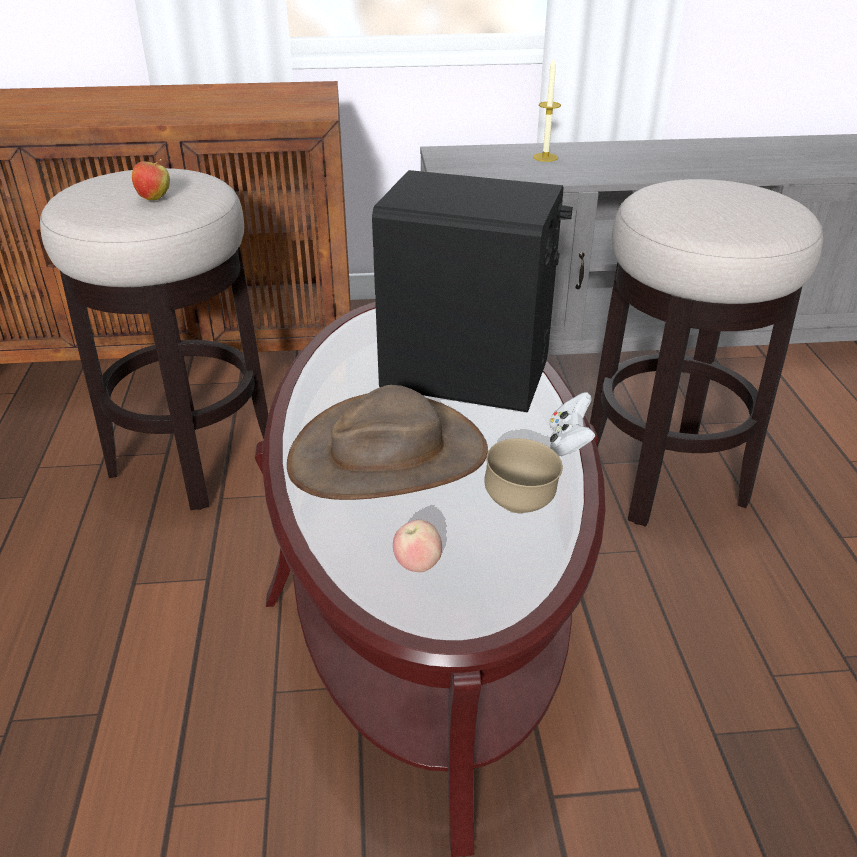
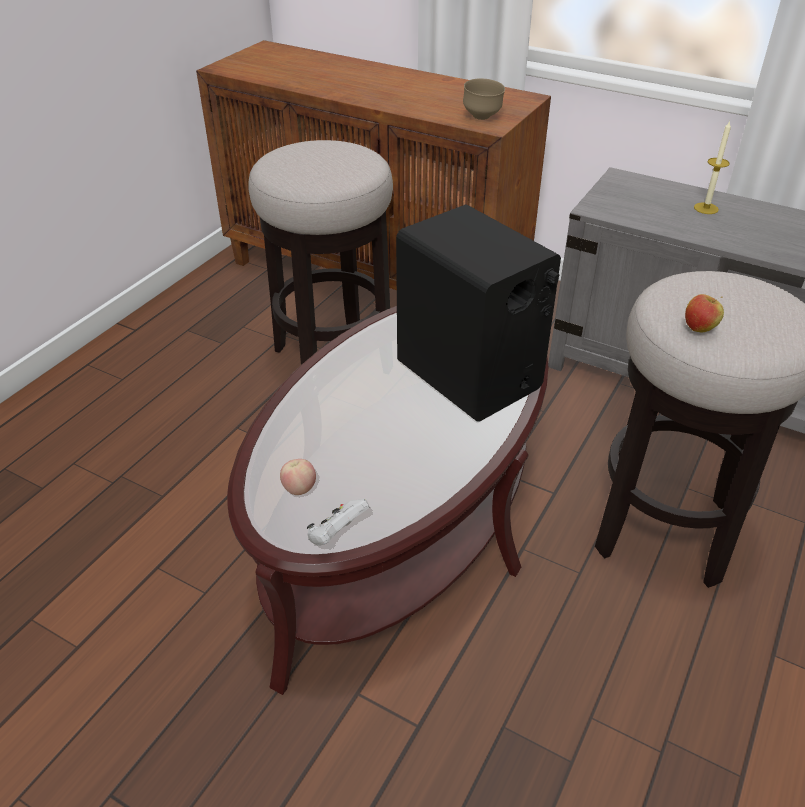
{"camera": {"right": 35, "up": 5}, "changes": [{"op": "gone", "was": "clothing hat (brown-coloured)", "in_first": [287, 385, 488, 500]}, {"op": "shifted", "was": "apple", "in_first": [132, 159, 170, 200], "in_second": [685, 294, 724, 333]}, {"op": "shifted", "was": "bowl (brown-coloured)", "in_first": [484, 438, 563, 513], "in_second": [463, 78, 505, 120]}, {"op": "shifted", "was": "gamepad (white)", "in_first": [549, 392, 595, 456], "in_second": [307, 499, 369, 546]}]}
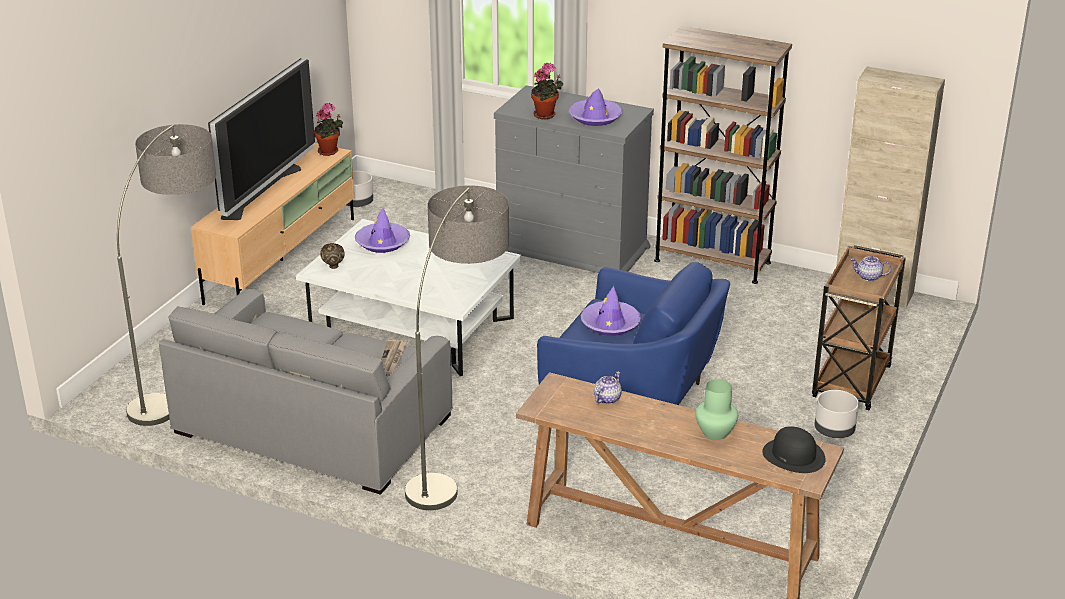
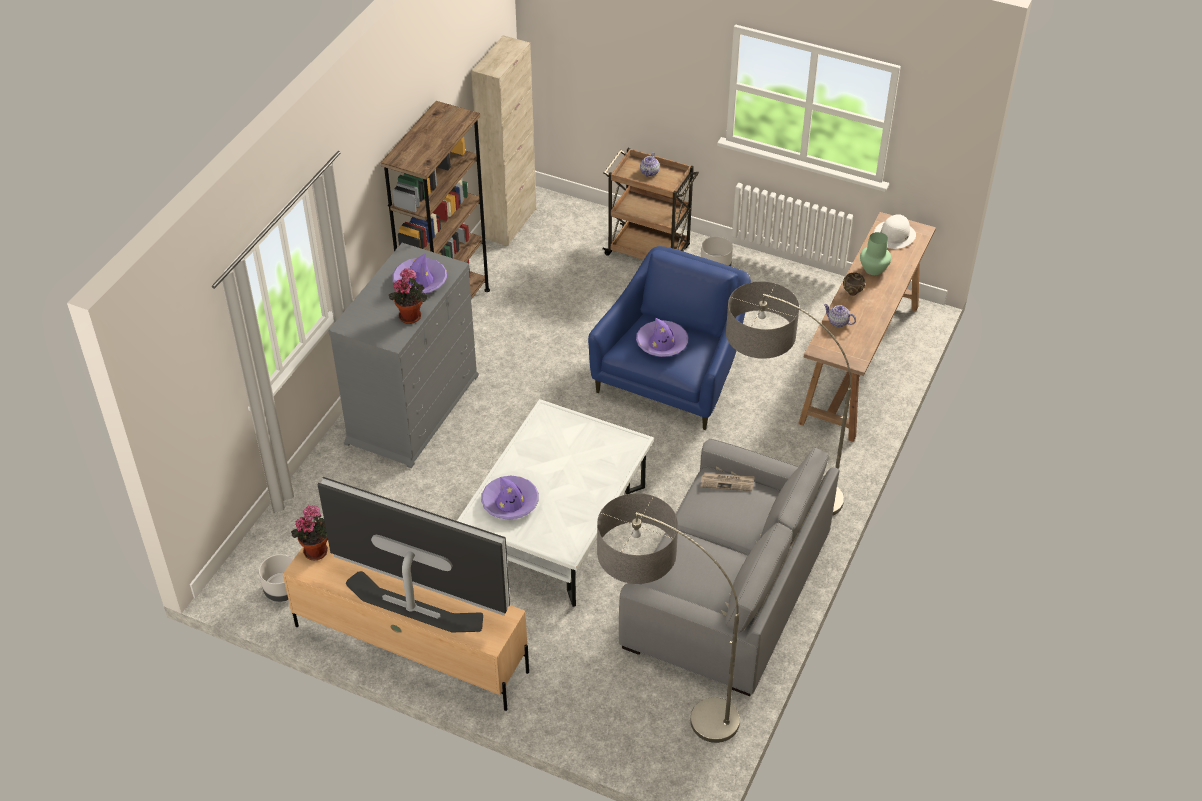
{"camera": {"right": -90, "up": 15}, "changes": [{"op": "shifted", "was": "bowl (brown-coloured)", "in_first": [320, 243, 345, 269], "in_second": [843, 272, 865, 296]}, {"op": "repainted", "was": "clothing hat (black-coloured)", "now": "clothing hat (white)", "in_first": [762, 426, 825, 473], "in_second": [874, 214, 916, 249]}]}
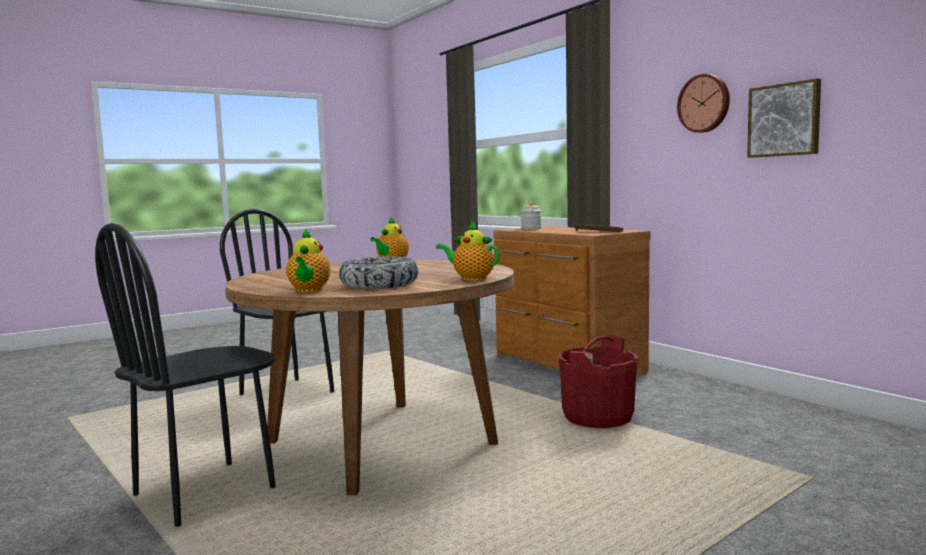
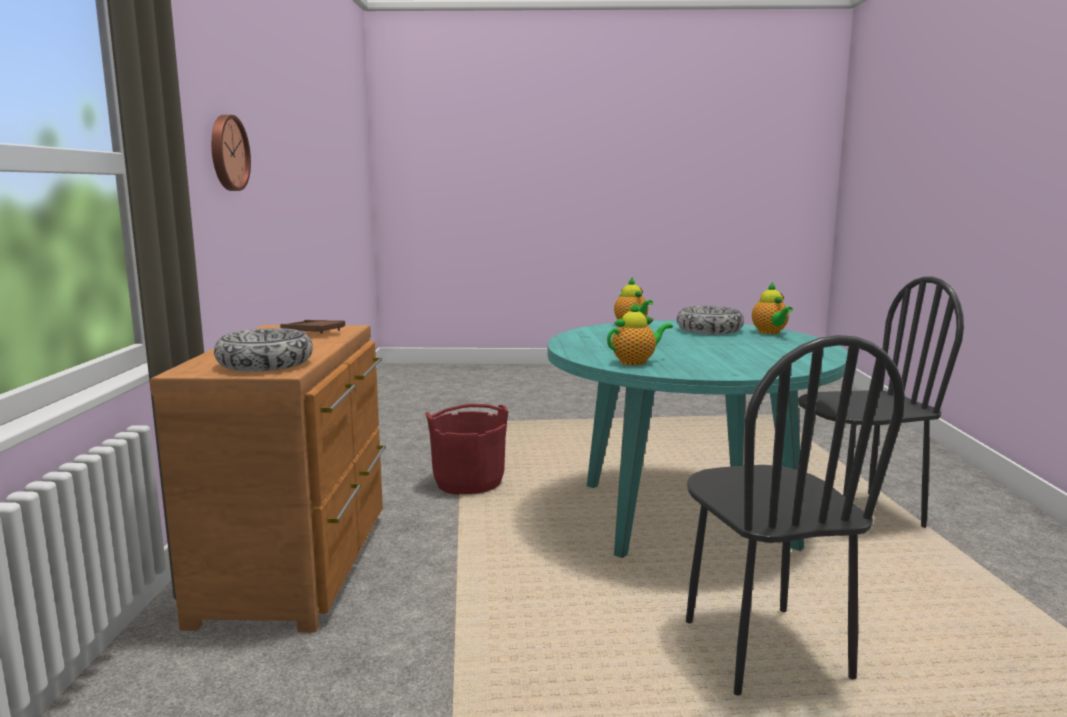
{"camera": {"right": -145, "up": 5}, "changes": [{"op": "gone", "was": "picture", "in_first": [747, 78, 821, 158]}, {"op": "swapped", "was": "jar", "now": "bowl", "in_first": [521, 202, 541, 230], "in_second": [214, 328, 313, 371]}, {"op": "repainted", "was": "dining table (brown-coloured)", "now": "dining table (turquoise-coloured)", "in_first": [225, 259, 514, 495], "in_second": [548, 320, 848, 558]}, {"op": "rotated", "was": "teapot", "in_first": [286, 228, 330, 292], "in_second": [752, 282, 793, 334], "clockwise": 135}]}
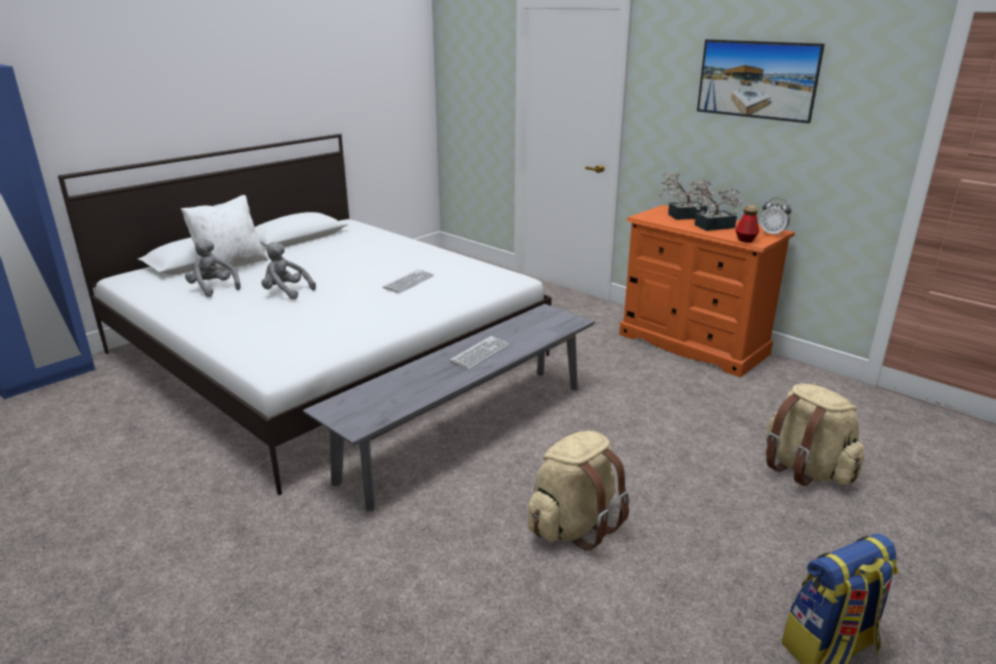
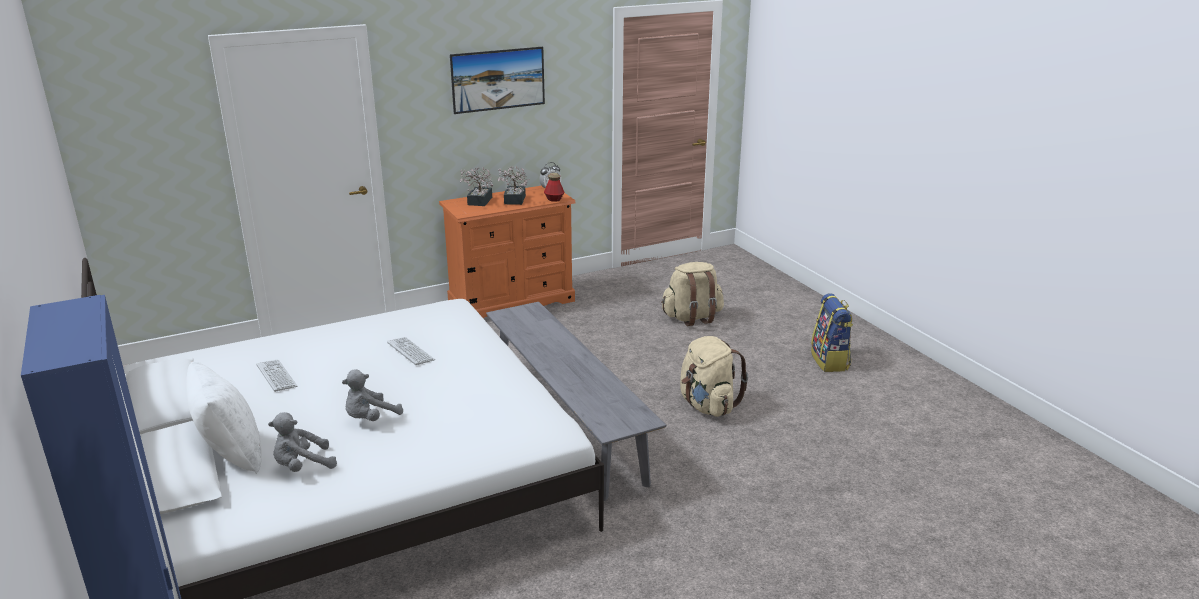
{"camera": {"right": -70, "up": 0}, "changes": [{"op": "shifted", "was": "keyboard", "in_first": [450, 336, 509, 370], "in_second": [256, 360, 297, 392]}]}
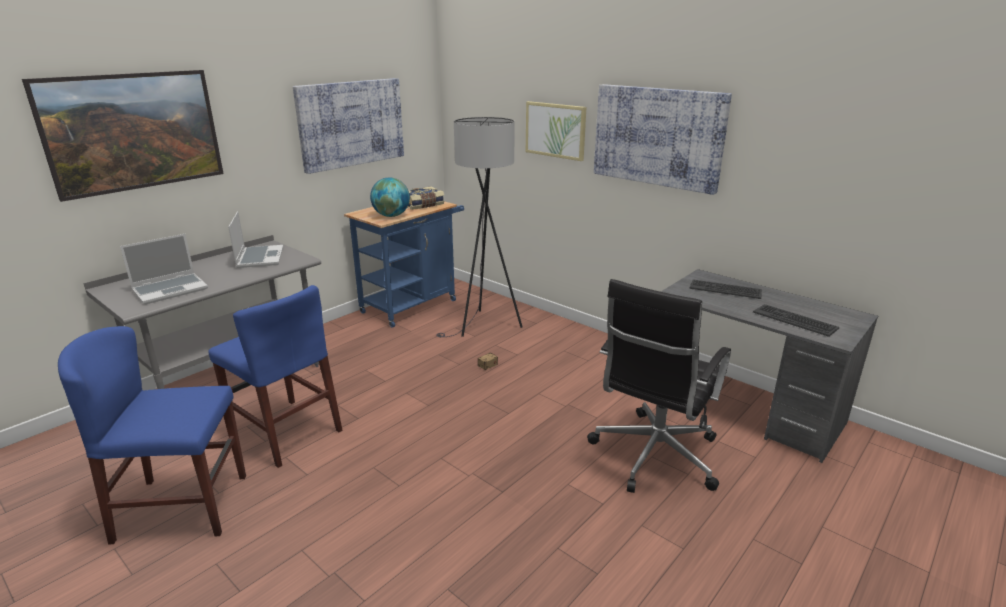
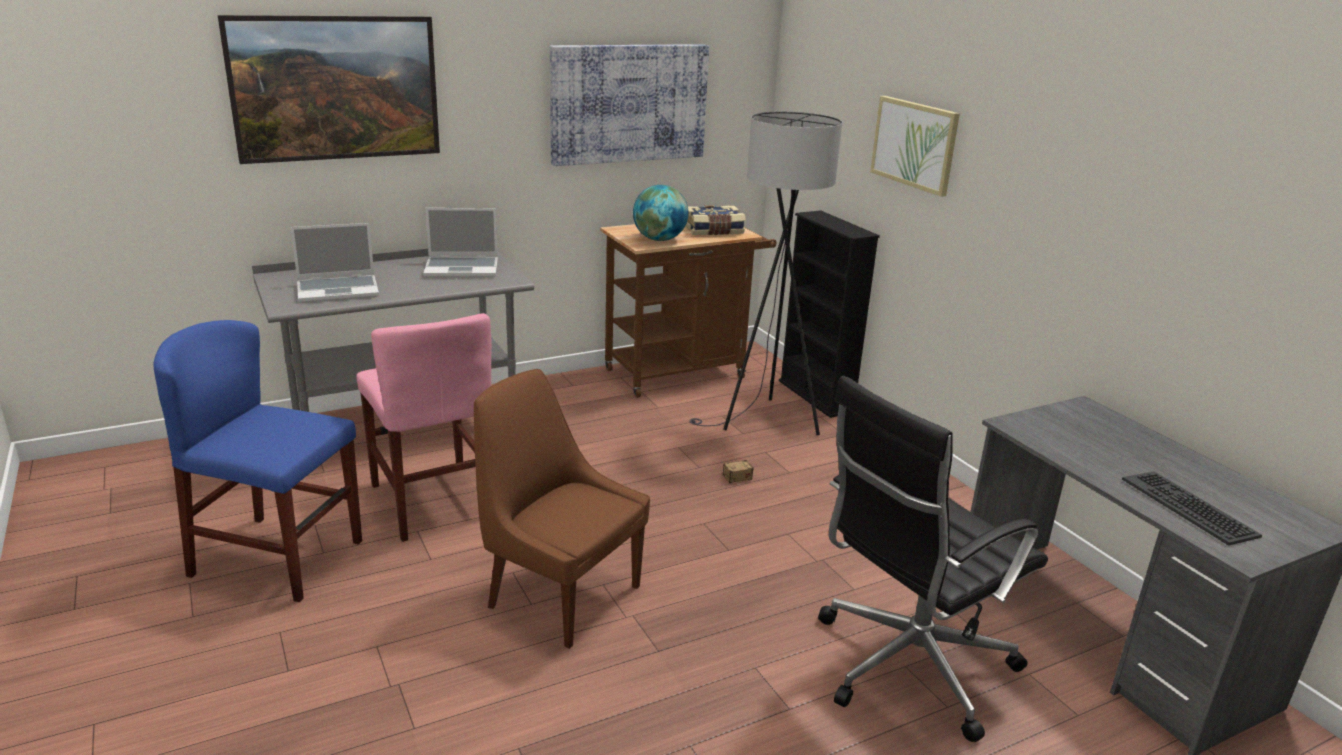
{"camera": {"right": 20, "up": 0}, "changes": [{"op": "gone", "was": "picture", "in_first": [594, 84, 732, 195]}, {"op": "gone", "was": "keyboard", "in_first": [689, 280, 762, 299]}, {"op": "new", "now": "upright chair (brown-coloured)", "in_second": [474, 369, 650, 649]}, {"op": "new", "now": "bookcase (black-coloured)", "in_second": [779, 210, 880, 418]}, {"op": "repainted", "was": "upright chair (bluish)", "now": "upright chair (pink)", "in_first": [208, 285, 342, 468], "in_second": [356, 313, 492, 542]}, {"op": "repainted", "was": "trolley (bluish)", "now": "trolley (brown-coloured)", "in_first": [344, 201, 464, 328], "in_second": [600, 224, 776, 398]}, {"op": "rotated", "was": "notebook computer", "in_first": [228, 211, 283, 268], "in_second": [423, 208, 498, 277], "clockwise": 75}]}
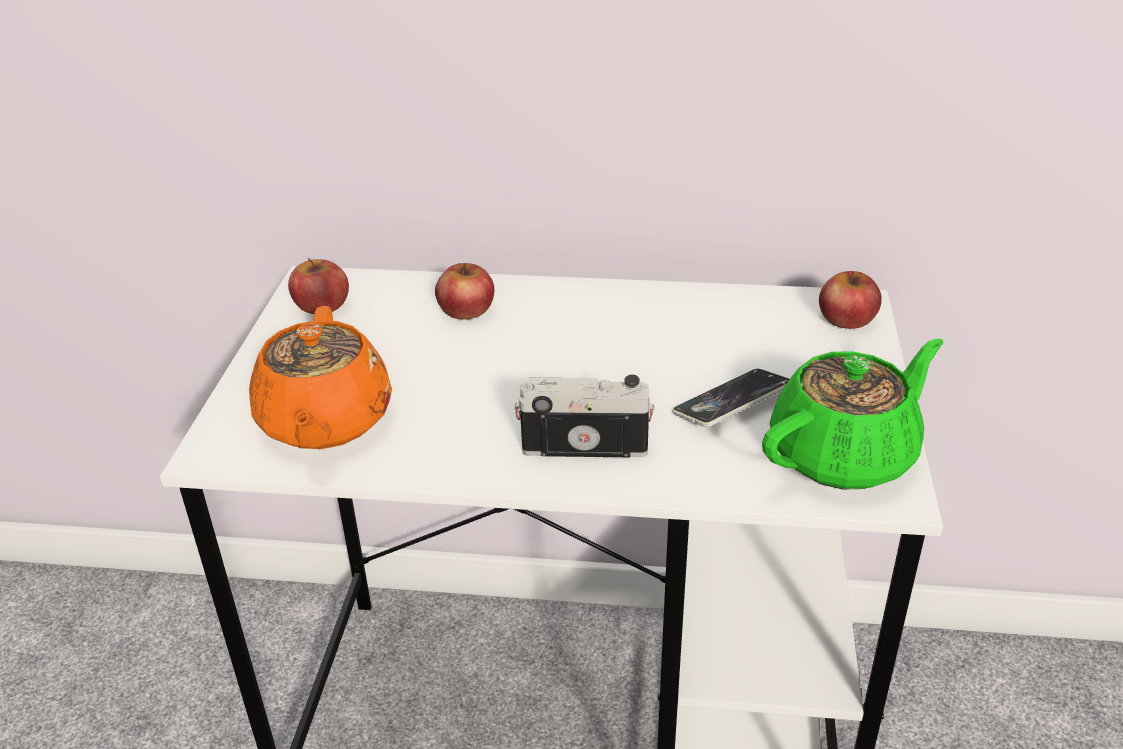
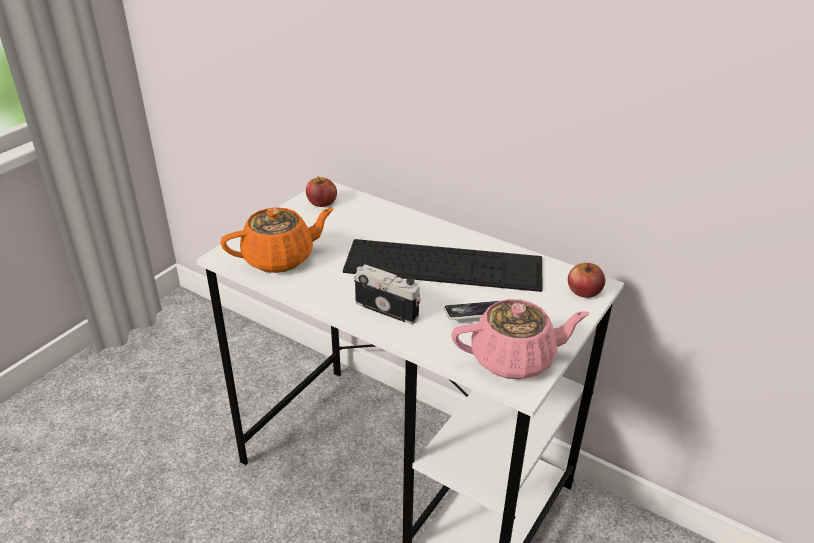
{"camera": {"right": 25, "up": 0}, "changes": [{"op": "gone", "was": "apple", "in_first": [435, 263, 494, 319]}, {"op": "new", "now": "keyboard", "in_second": [343, 239, 542, 292]}, {"op": "repainted", "was": "teapot (green-coloured)", "now": "teapot (pink)", "in_first": [762, 339, 943, 489], "in_second": [451, 299, 590, 379]}, {"op": "rotated", "was": "teapot (orange-coloured)", "in_first": [249, 306, 392, 449], "in_second": [220, 207, 334, 273], "clockwise": -135}]}
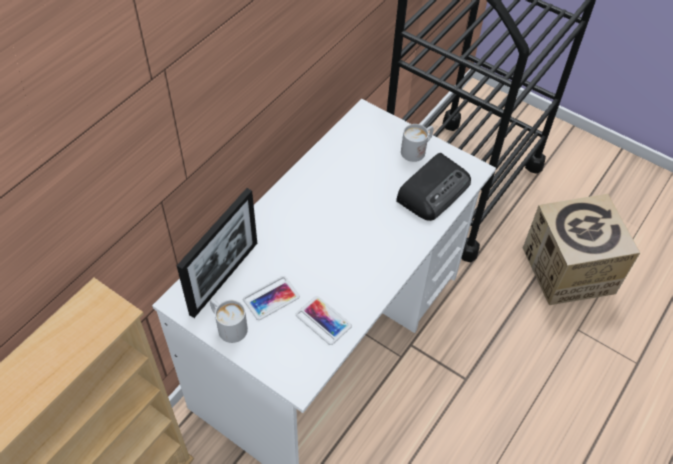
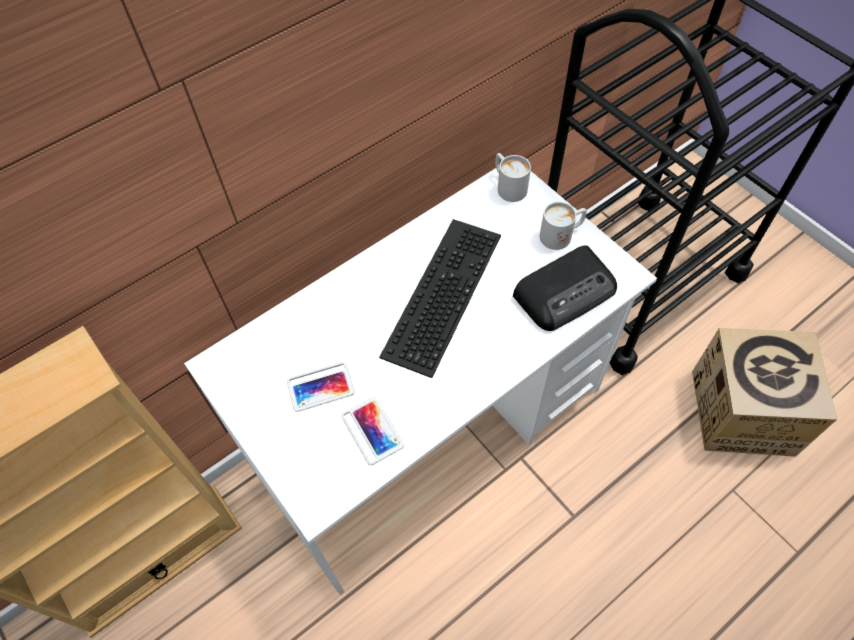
{"camera": {"right": 20, "up": 5}, "changes": [{"op": "gone", "was": "photo frame", "in_first": [177, 188, 257, 318]}, {"op": "new", "now": "keyboard", "in_second": [379, 219, 501, 378]}, {"op": "shifted", "was": "mug (white)", "in_first": [210, 299, 248, 343], "in_second": [495, 153, 531, 202]}]}
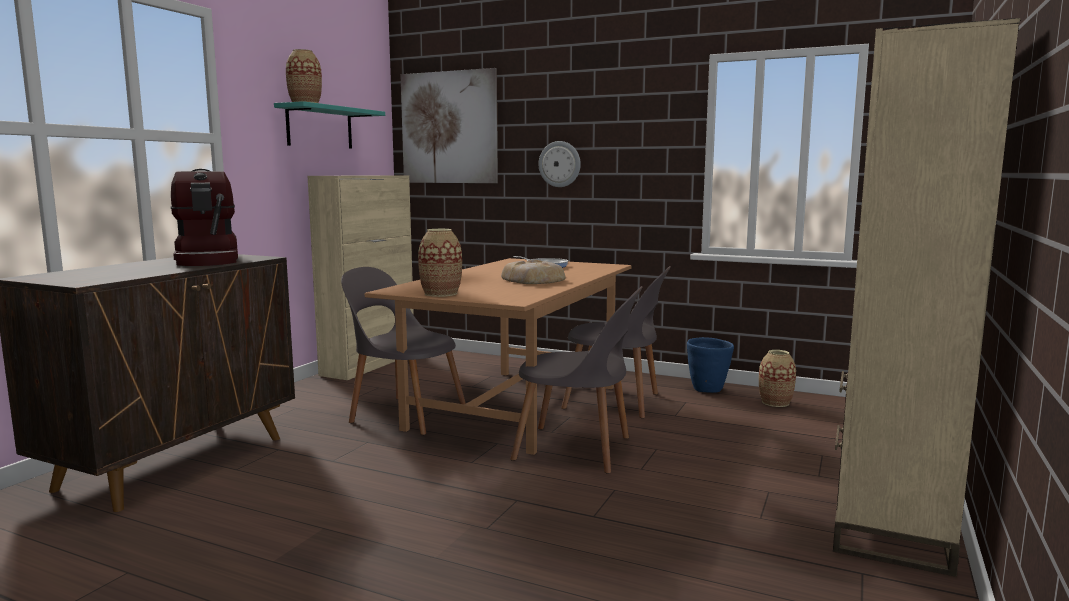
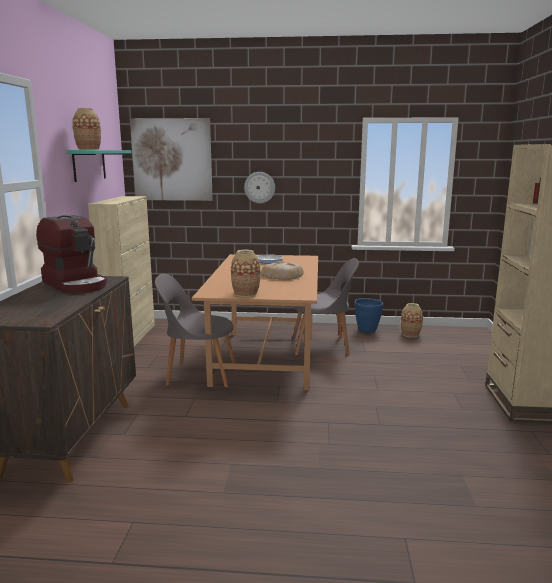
{"camera": {"right": -20, "up": 5}, "changes": [{"op": "gone", "was": "upright chair (grey)", "in_first": [510, 286, 643, 474]}]}
